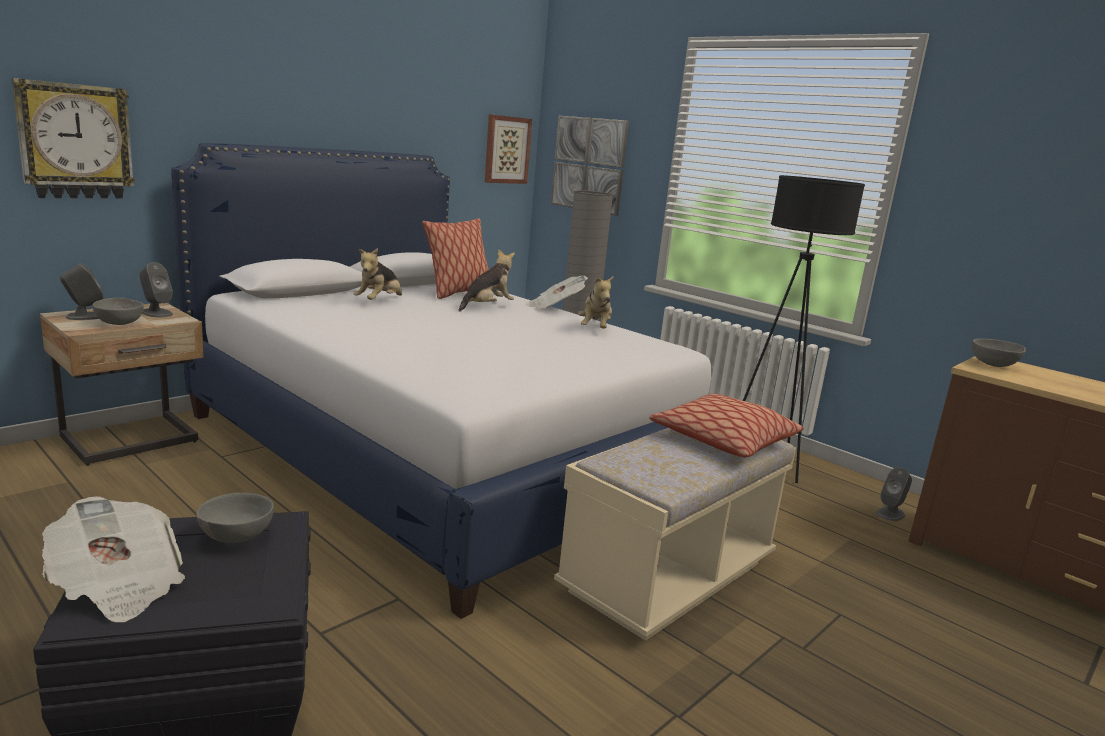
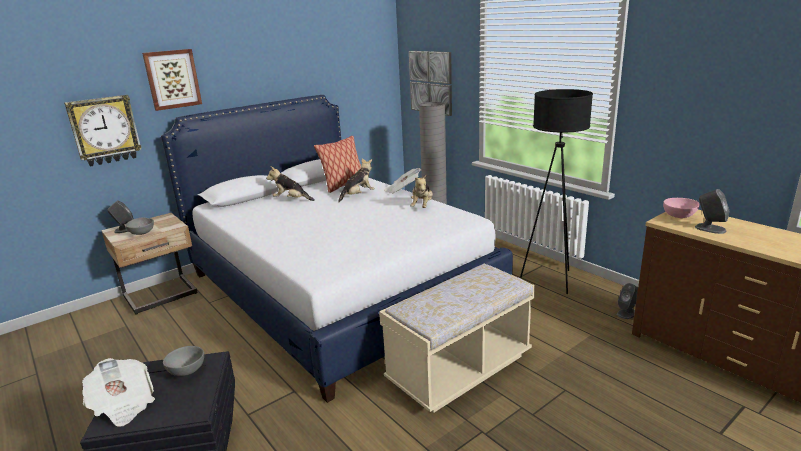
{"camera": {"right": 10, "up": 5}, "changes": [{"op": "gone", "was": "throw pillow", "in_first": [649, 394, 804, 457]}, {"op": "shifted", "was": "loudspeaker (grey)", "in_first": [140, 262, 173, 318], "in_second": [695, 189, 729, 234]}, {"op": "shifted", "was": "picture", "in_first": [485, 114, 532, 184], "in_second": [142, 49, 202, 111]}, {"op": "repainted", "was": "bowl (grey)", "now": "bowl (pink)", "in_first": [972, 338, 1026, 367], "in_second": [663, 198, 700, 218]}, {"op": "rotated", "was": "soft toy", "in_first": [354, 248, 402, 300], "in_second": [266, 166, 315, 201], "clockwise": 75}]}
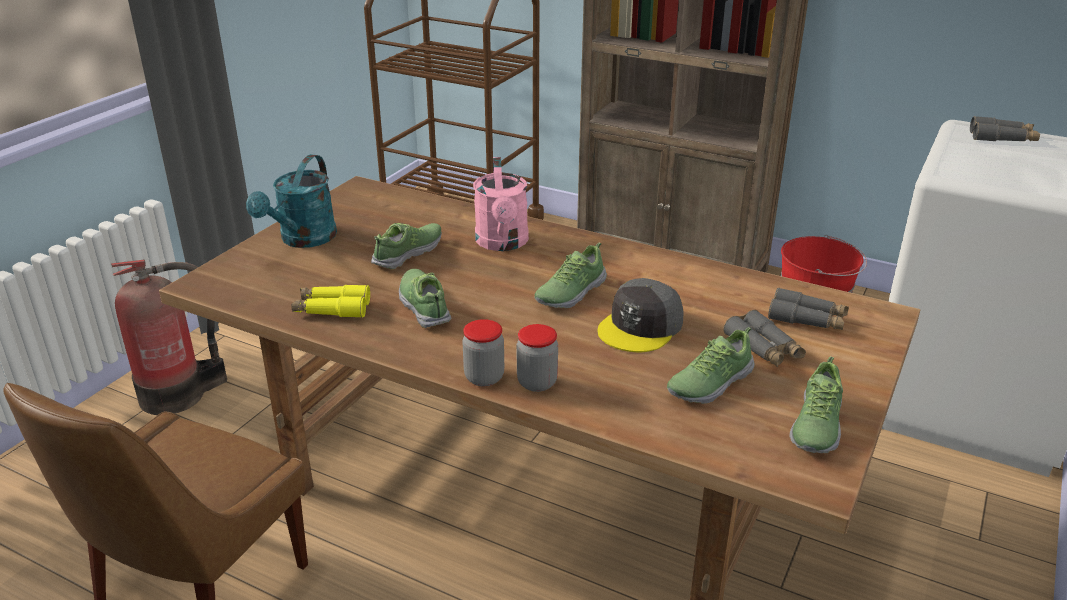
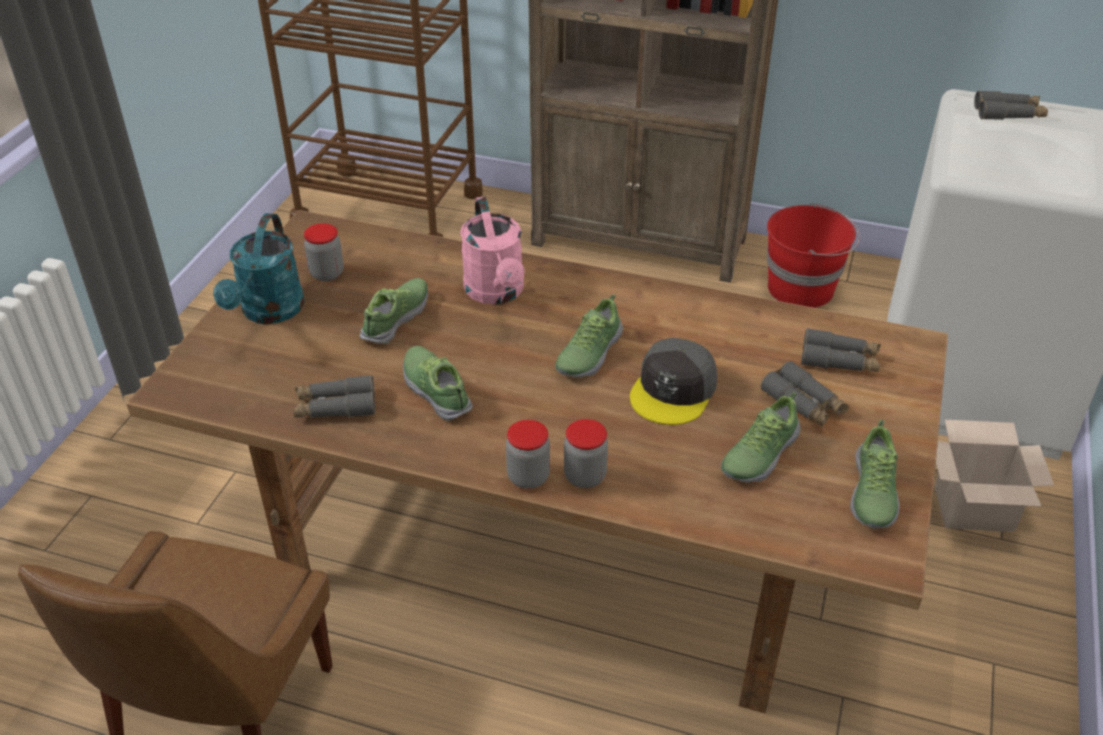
{"camera": {"right": -10, "up": 10}, "changes": [{"op": "gone", "was": "fire-fighting cylinder", "in_first": [111, 260, 227, 415]}, {"op": "new", "now": "jar", "in_second": [304, 223, 344, 281]}, {"op": "new", "now": "carton", "in_second": [935, 420, 1054, 532]}, {"op": "repainted", "was": "binoculars (yellow-coloured)", "now": "binoculars (grey)", "in_first": [291, 285, 370, 318], "in_second": [293, 375, 375, 417]}]}
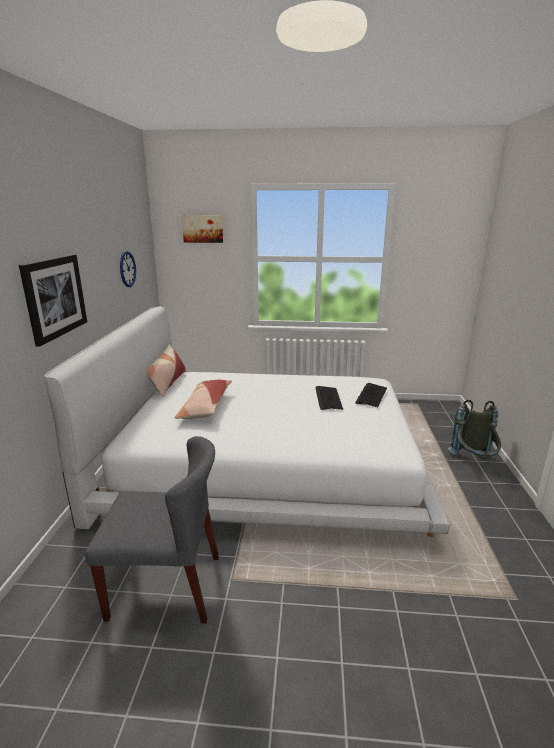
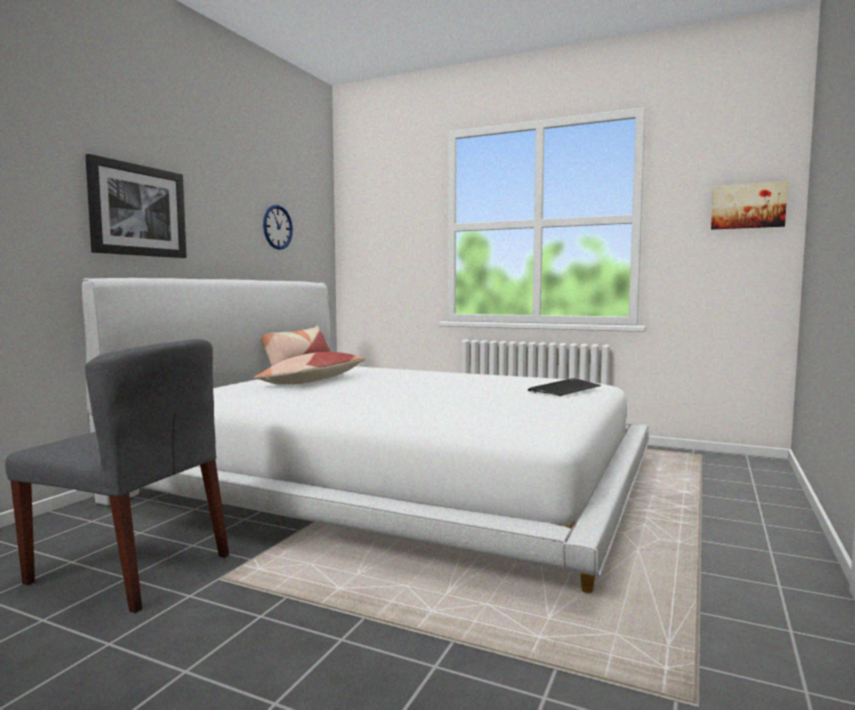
{"camera": {"right": 20, "up": -15}, "changes": [{"op": "gone", "was": "keyboard", "in_first": [316, 386, 343, 410]}, {"op": "gone", "was": "rucksack (grey)", "in_first": [448, 400, 501, 457]}, {"op": "shifted", "was": "picture", "in_first": [182, 215, 223, 243], "in_second": [711, 181, 788, 230]}]}
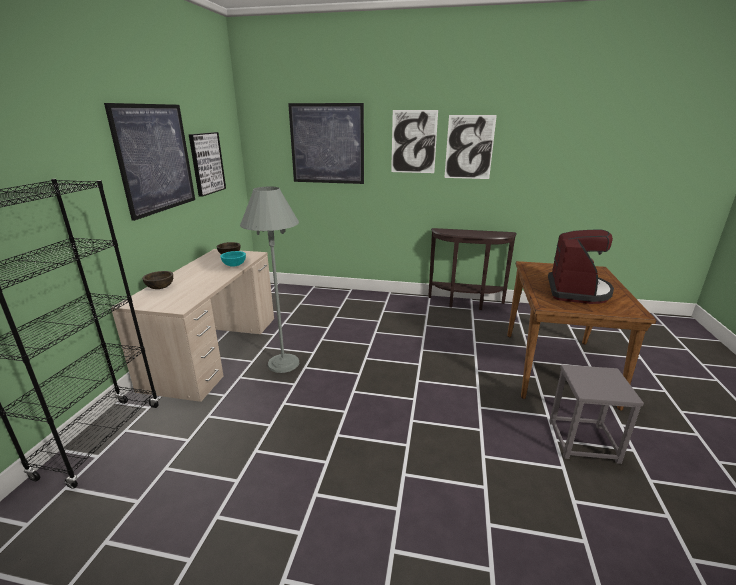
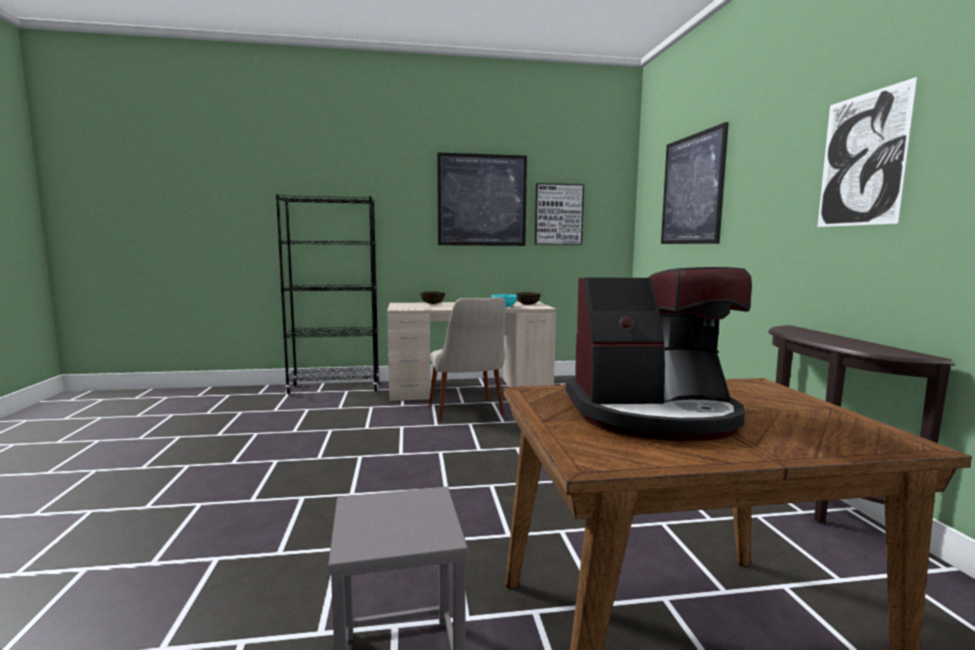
{"camera": {"right": 70, "up": -15}, "changes": [{"op": "gone", "was": "picture", "in_first": [391, 110, 438, 173]}, {"op": "swapped", "was": "standing lamp (grey)", "now": "upright chair (sand-coloured)", "in_first": [240, 187, 299, 373], "in_second": [429, 297, 506, 422]}]}
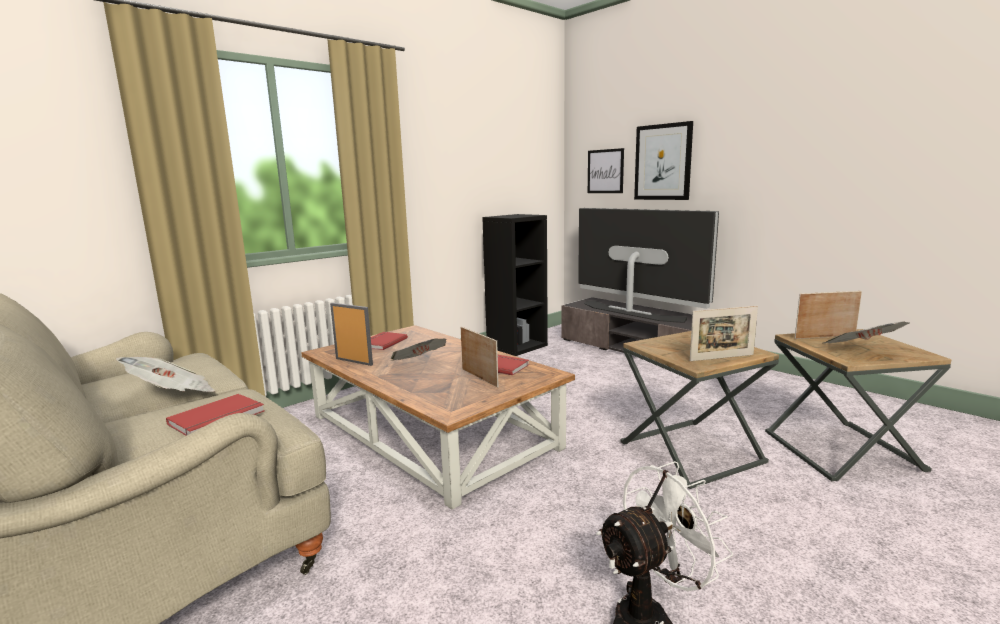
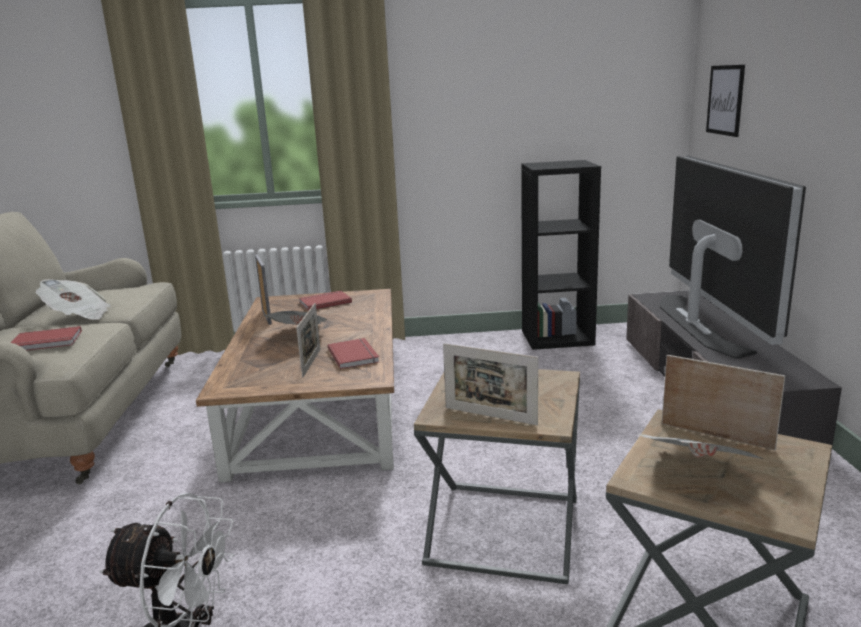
{"camera": {"right": 40, "up": 5}, "changes": [{"op": "gone", "was": "picture", "in_first": [634, 121, 693, 200]}]}
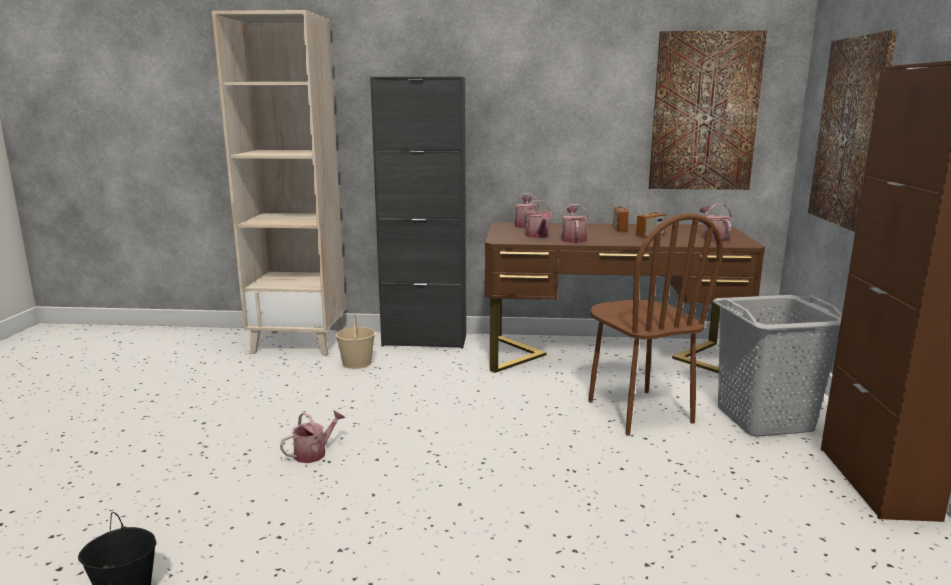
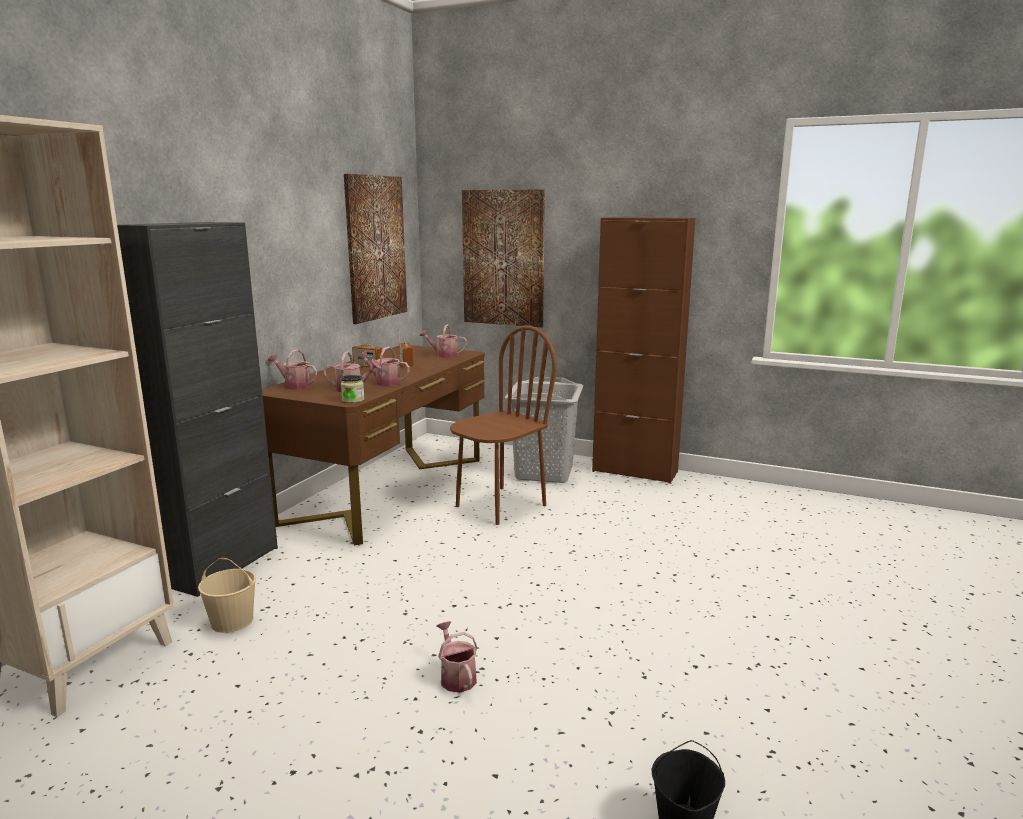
{"camera": {"right": -70, "up": 0}, "changes": [{"op": "new", "now": "jar", "in_second": [341, 375, 365, 403]}, {"op": "rotated", "was": "upright chair (brown-coloured)", "in_first": [588, 213, 723, 436], "in_second": [450, 325, 557, 525], "clockwise": -45}]}
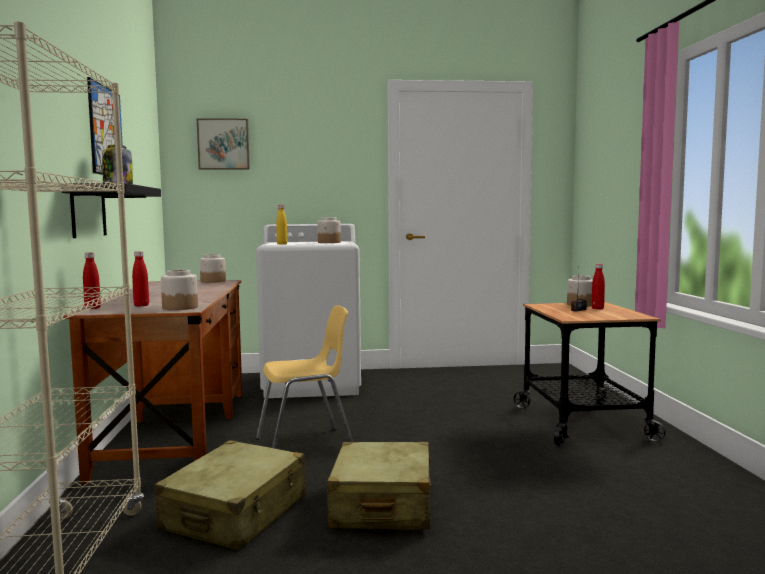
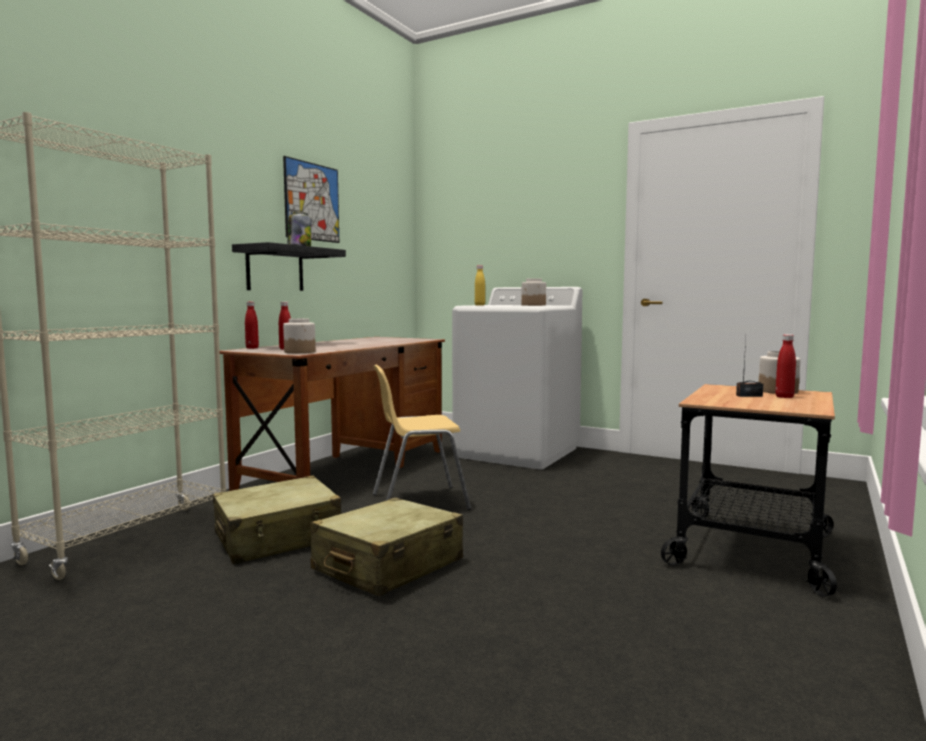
{"camera": {"right": 35, "up": 0}, "changes": [{"op": "gone", "was": "picture", "in_first": [197, 118, 250, 169]}, {"op": "gone", "was": "jar", "in_first": [200, 254, 226, 283]}, {"op": "rotated", "was": "upright chair (yellow-coloured)", "in_first": [256, 305, 353, 449], "in_second": [373, 365, 471, 510], "clockwise": 150}]}
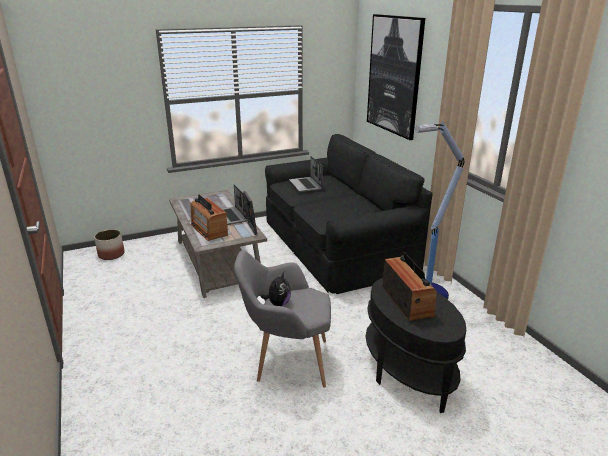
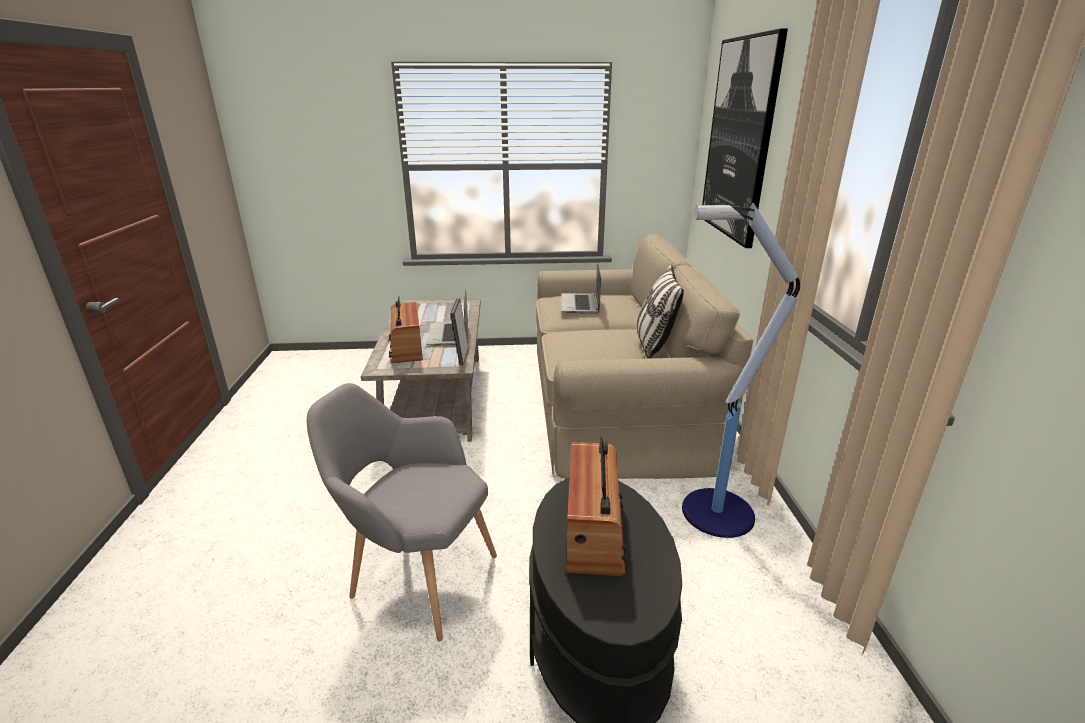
{"camera": {"right": 20, "up": 0}, "changes": [{"op": "gone", "was": "plant pot", "in_first": [94, 229, 125, 260]}, {"op": "gone", "was": "soft toy", "in_first": [261, 272, 291, 306]}, {"op": "new", "now": "throw pillow", "in_second": [637, 264, 684, 359]}, {"op": "repainted", "was": "settee (black-coloured)", "now": "settee (sand-coloured)", "in_first": [265, 134, 433, 294], "in_second": [536, 234, 753, 479]}]}
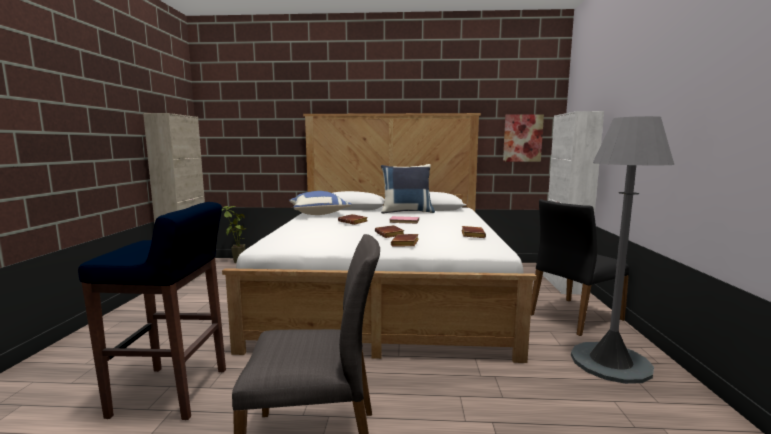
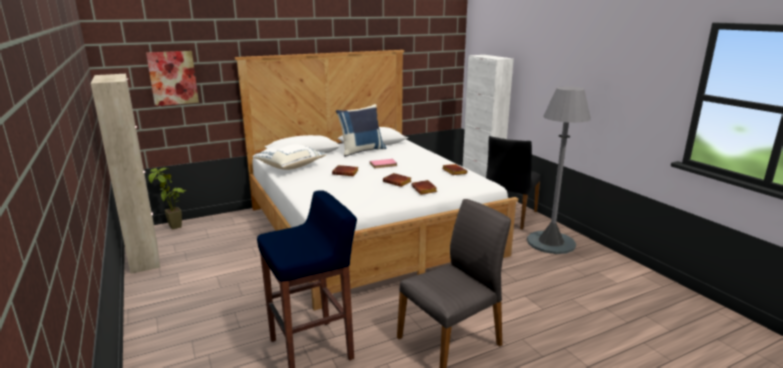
{"camera": {"right": -30, "up": 10}, "changes": [{"op": "shifted", "was": "picture", "in_first": [503, 114, 544, 162], "in_second": [146, 51, 199, 106]}, {"op": "repainted", "was": "throw pillow (bluish)", "now": "throw pillow (white)", "in_first": [289, 191, 352, 215], "in_second": [253, 143, 326, 170]}]}
